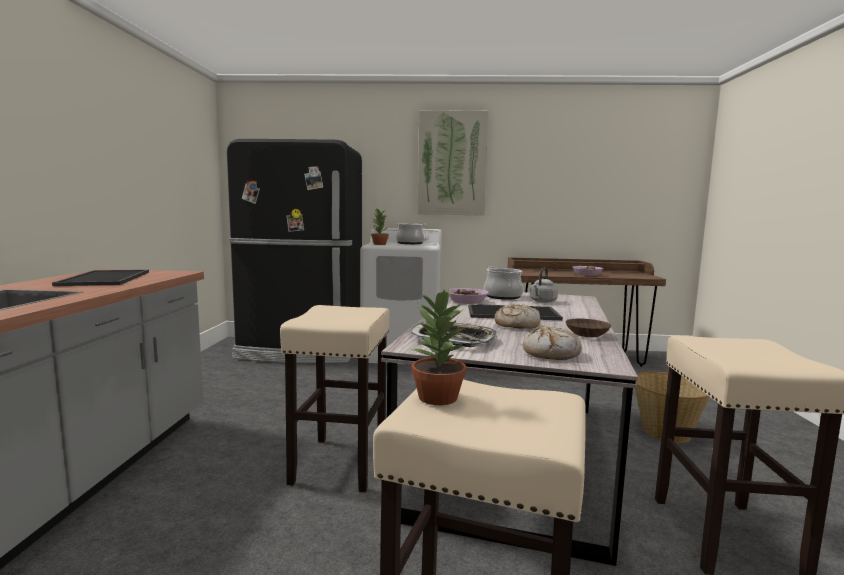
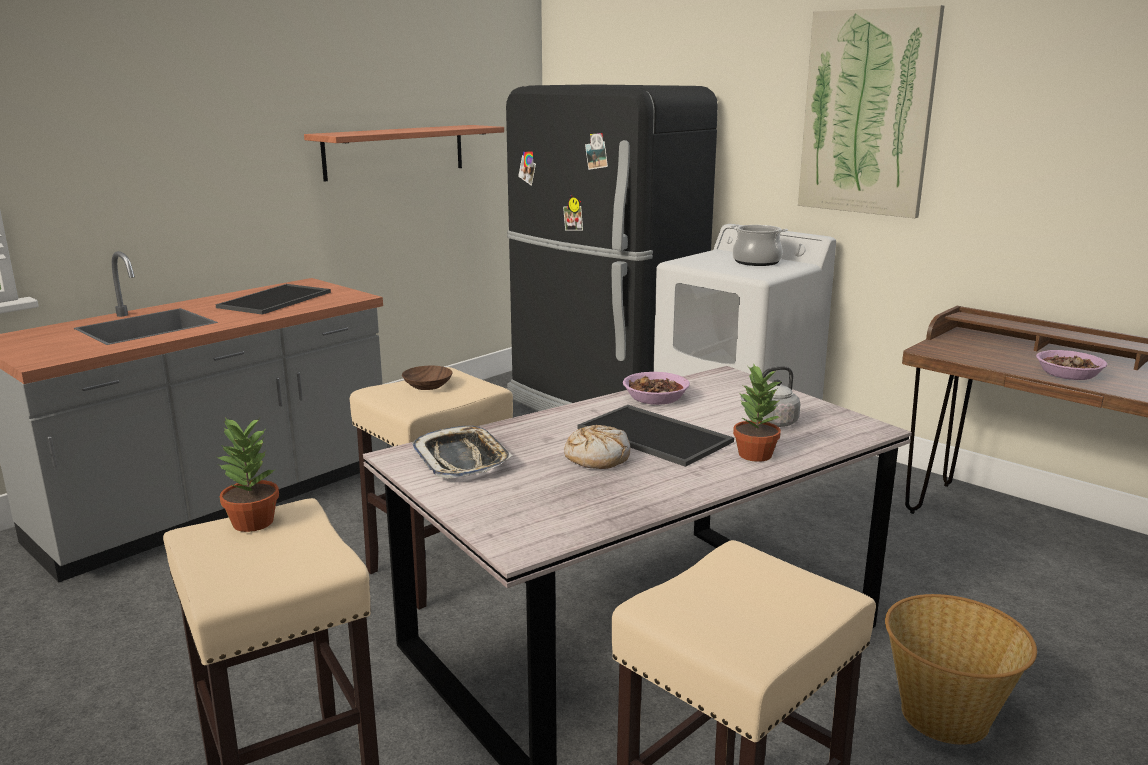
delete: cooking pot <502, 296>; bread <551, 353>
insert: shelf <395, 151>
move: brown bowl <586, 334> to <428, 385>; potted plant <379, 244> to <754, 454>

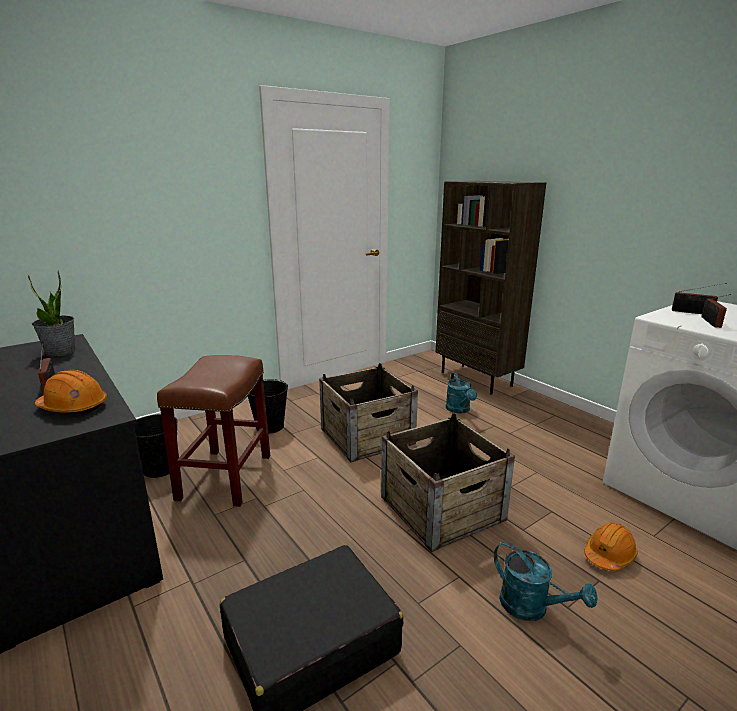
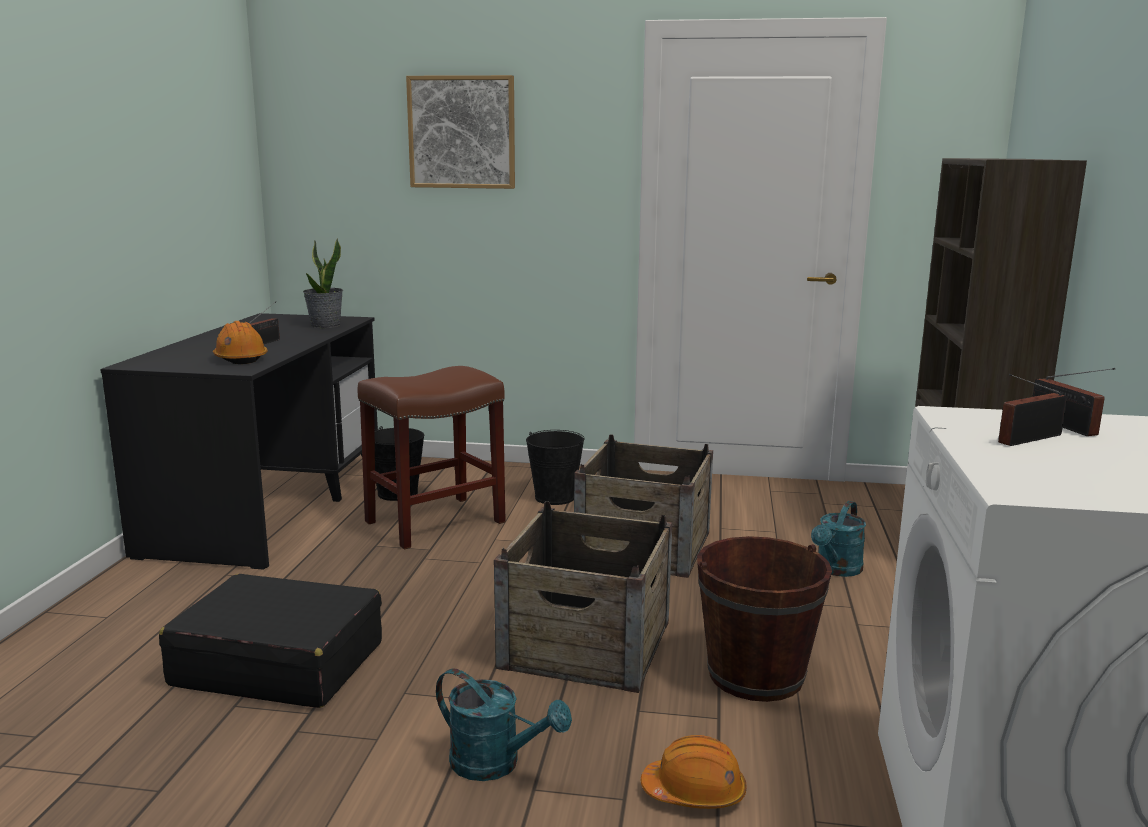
insert: picture <462, 132>; brown bucket <756, 675>
rotate: turquoise watering can <532, 608> = <496, 764> 60 degrees counterclockwise

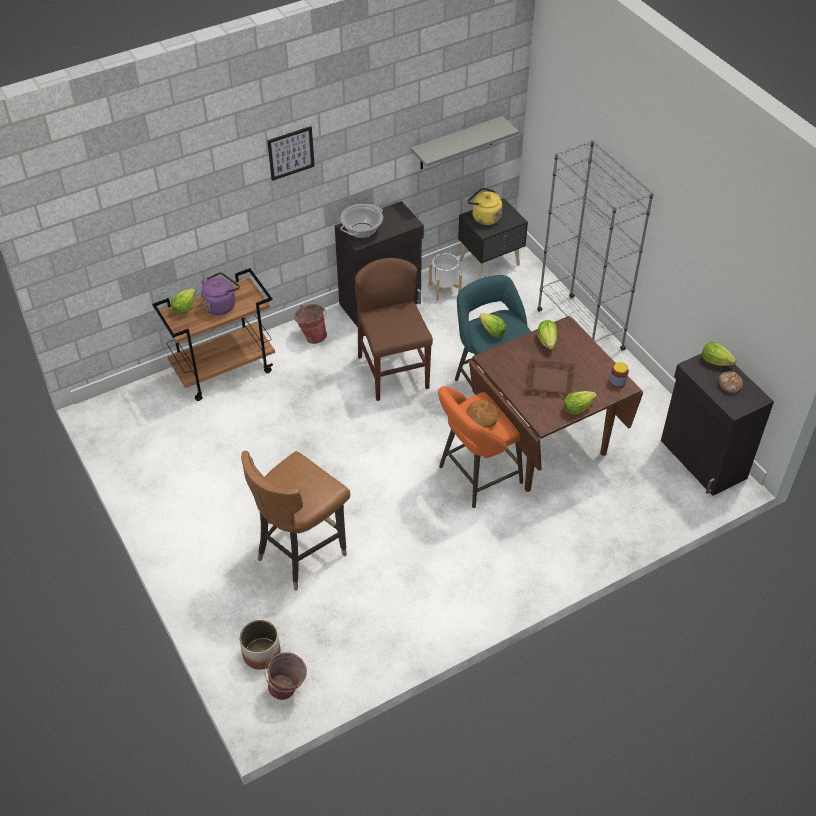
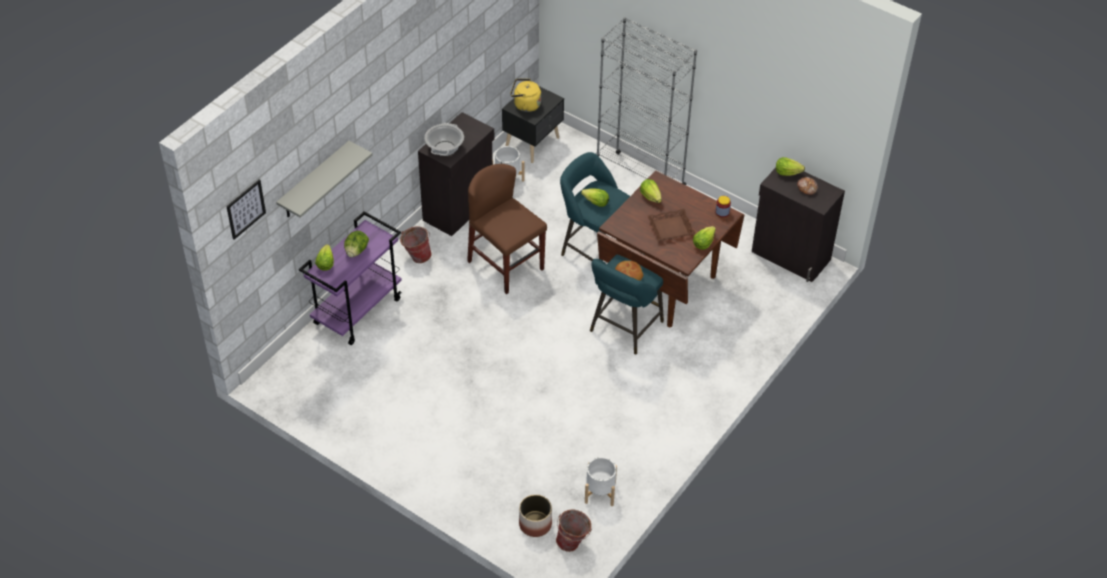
delete: brown chair <301, 553>
insert: white planter <600, 493>
move: picture <291, 153> to <245, 209>; grey shelf <456, 143> to <314, 181>
replace: purple kettle <221, 305> to lettuce <356, 251>
recolor: brown cart <224, 370> to purple cart <357, 311>; orange stool <476, 477> to turquoise stool <624, 329>

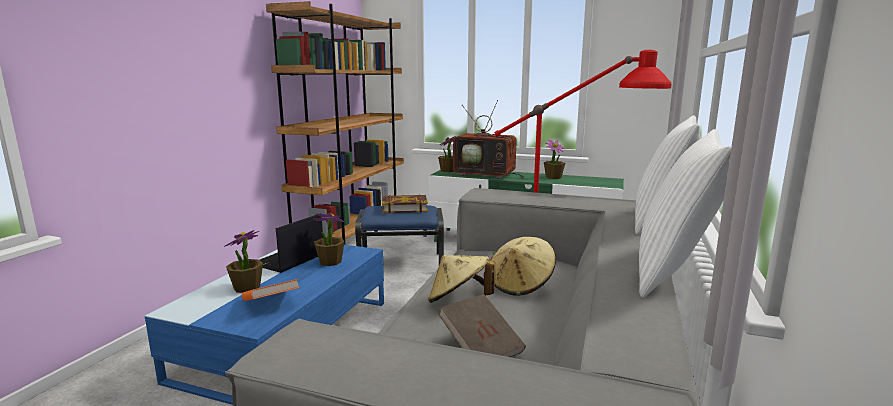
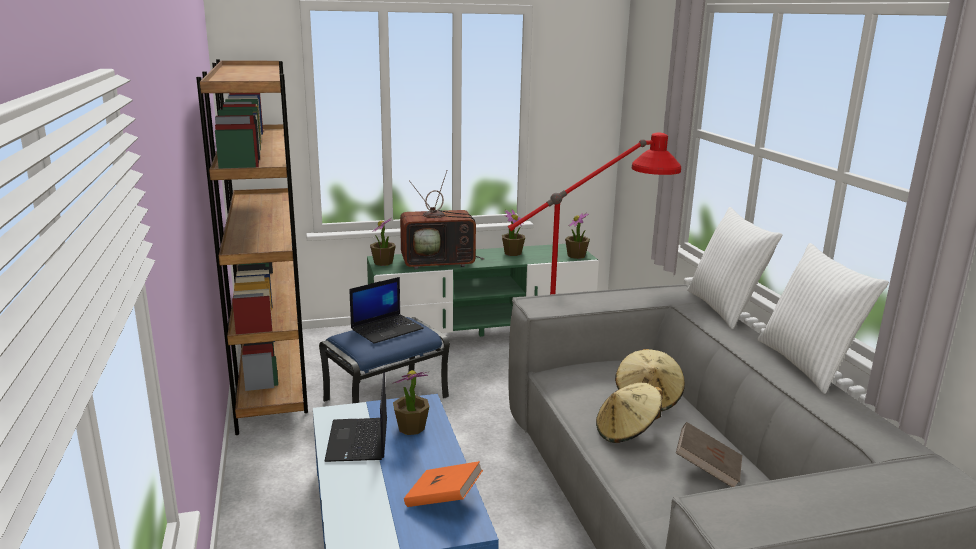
move: potted plant <247, 288> to <576, 256>
replace: book <405, 208> to laptop <387, 329>

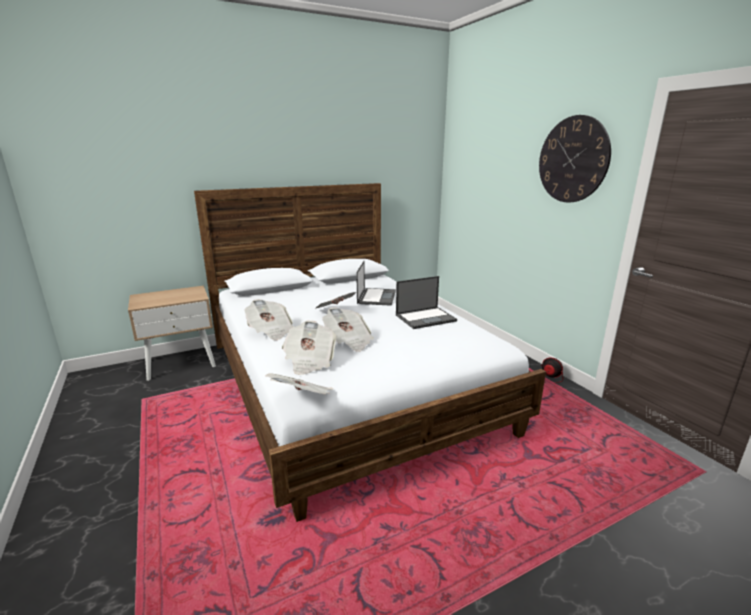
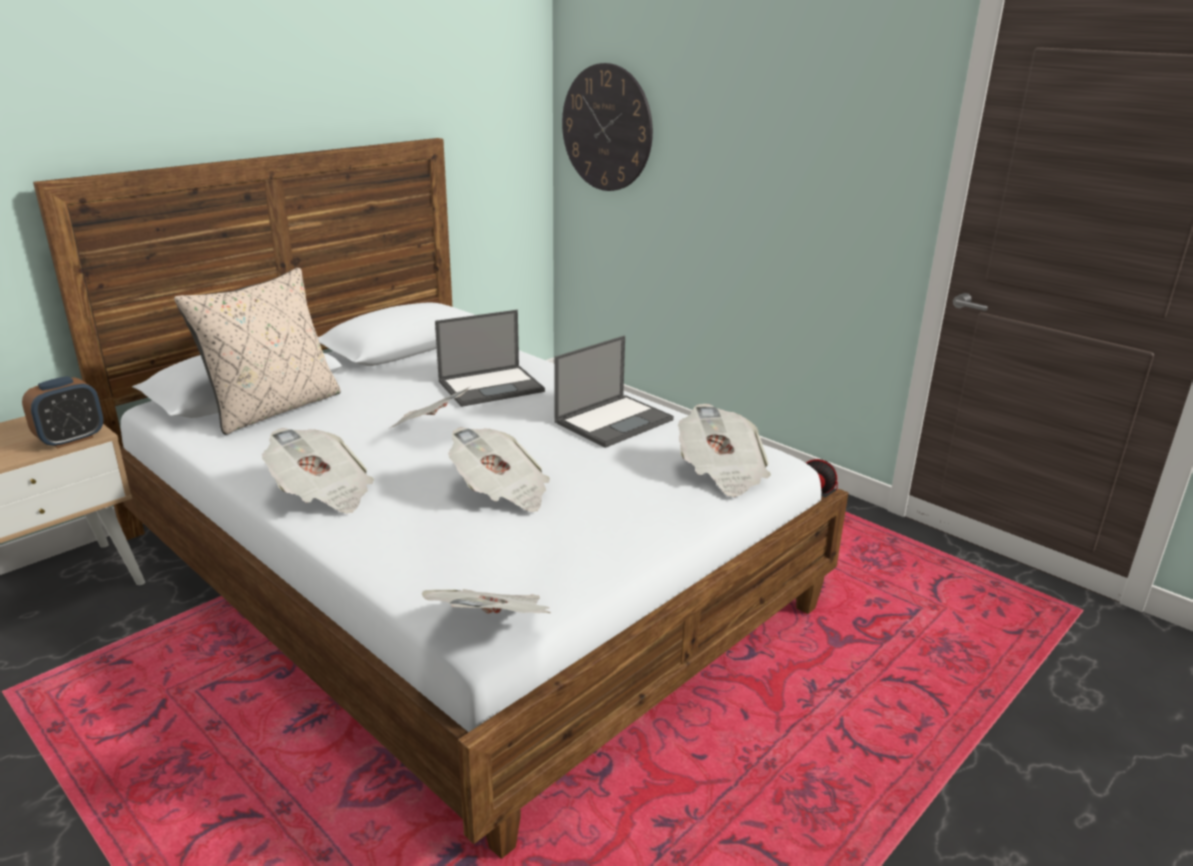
insert: alarm clock <71, 439>; beige pillow <274, 409>
move: wall clock <573, 160> to <606, 128>; newspaper <309, 361> to <722, 473>
rotate: laptop <376, 297> = <492, 386> 75 degrees clockwise

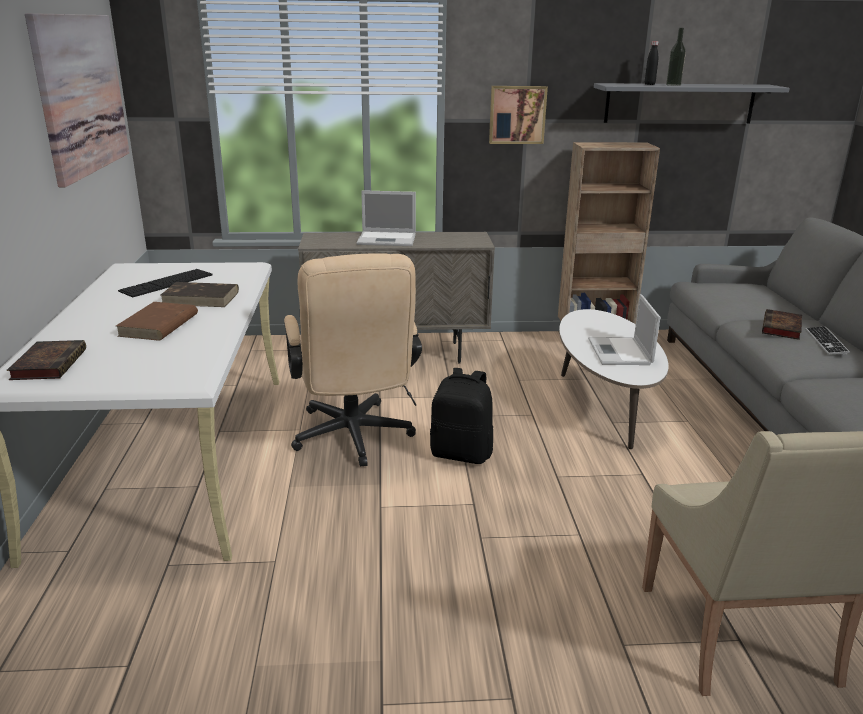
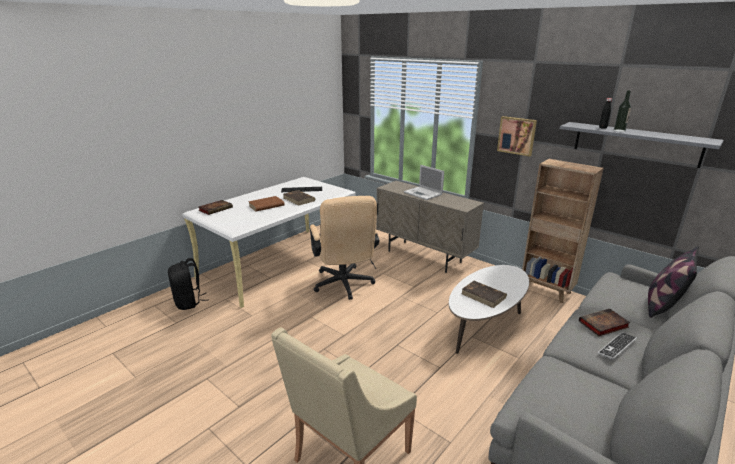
delete: picture <81, 94>
insert: pillow <663, 305>
move: black backpack <462, 453> to <189, 302>
replace: laptop <620, 352> to brown book <483, 295>
rotate: beige office chair <353, 439> = <344, 286> 45 degrees counterclockwise

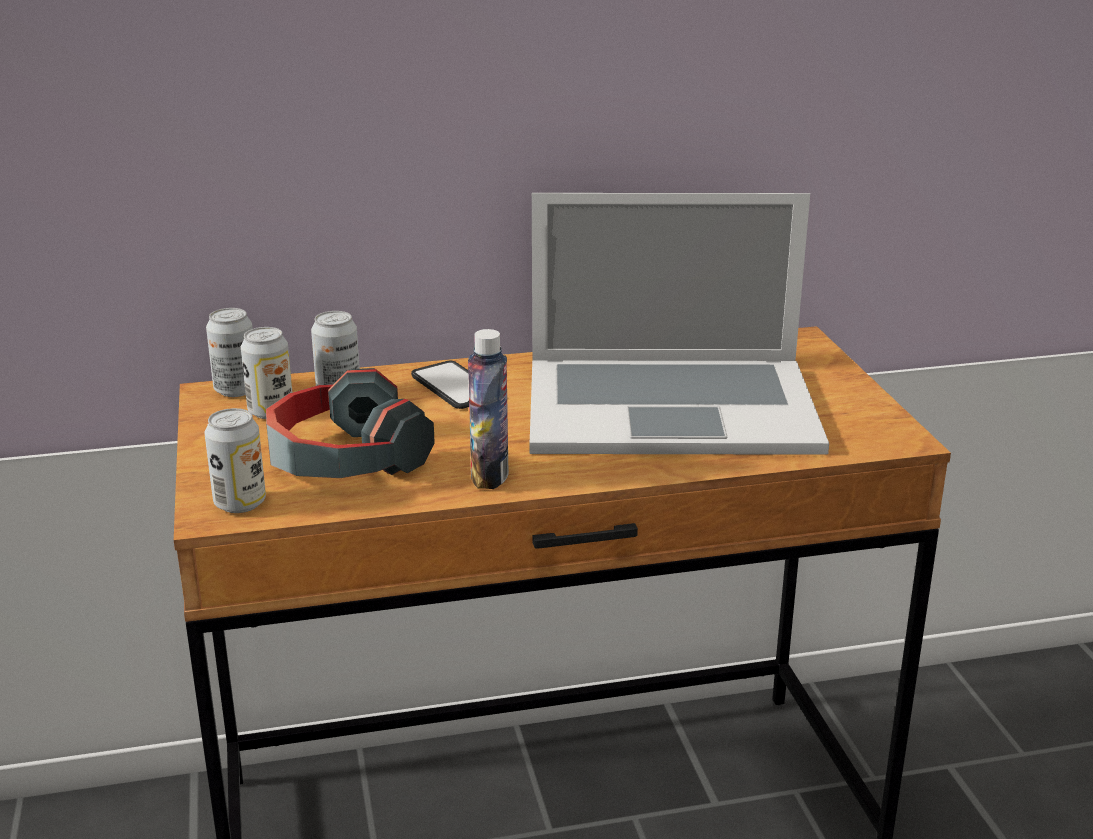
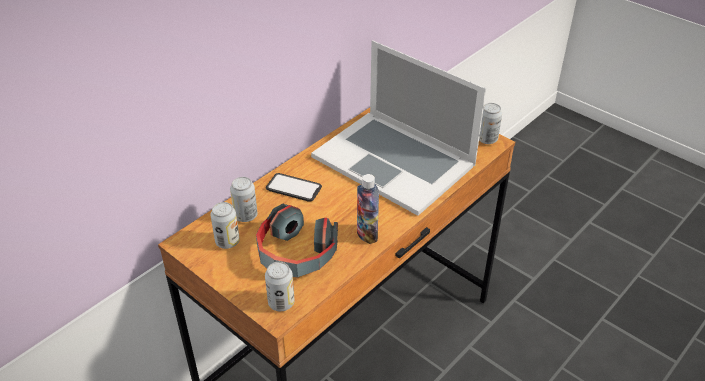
move: can <236, 390> to <487, 139>
rotate: laptop <670, 406> = <394, 160> 75 degrees clockwise

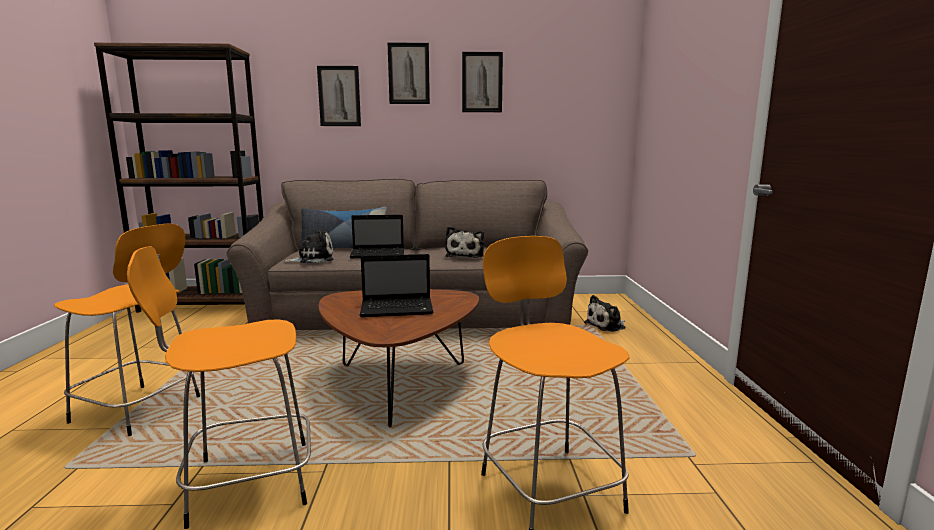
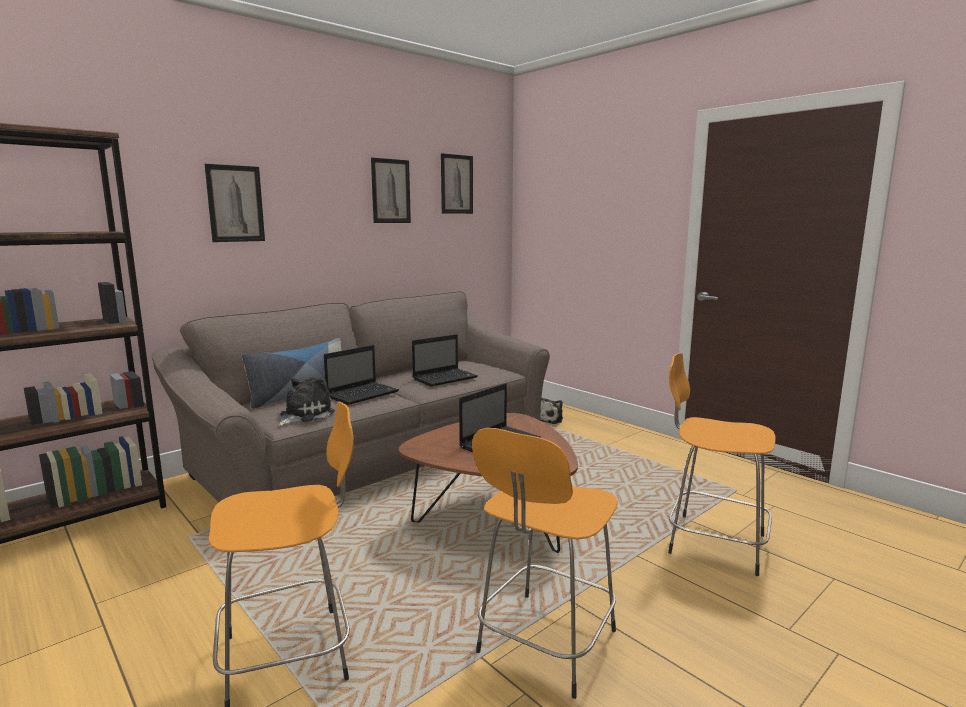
move: picture <408, 73> to <456, 184>
replace: plush toy <466, 255> to laptop <446, 378>

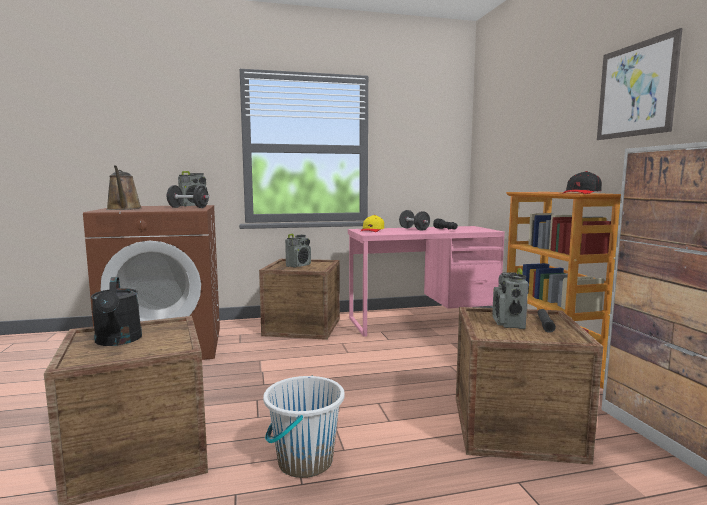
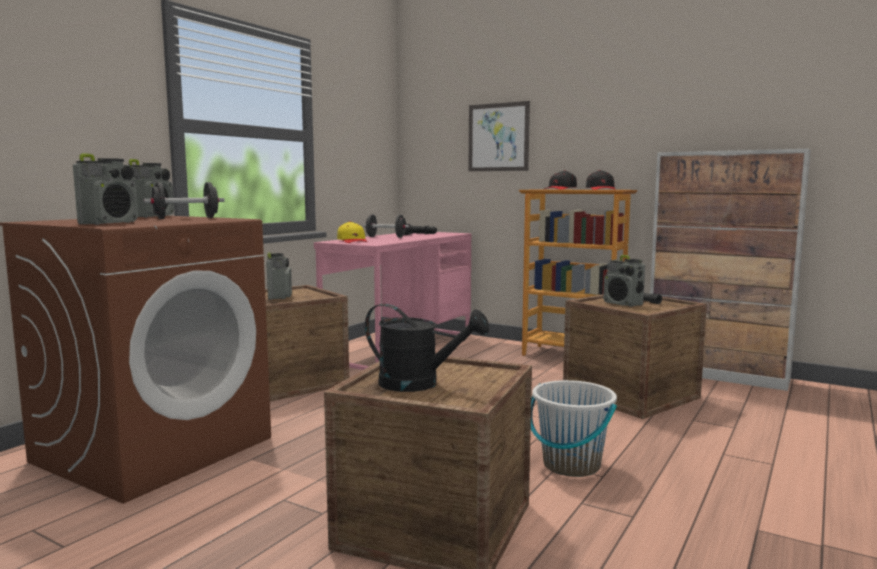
insert: black cap <560, 189>
move: picture <635, 90> to <498, 137>
replace: brown watering can <124, 209> to radio <110, 223>

